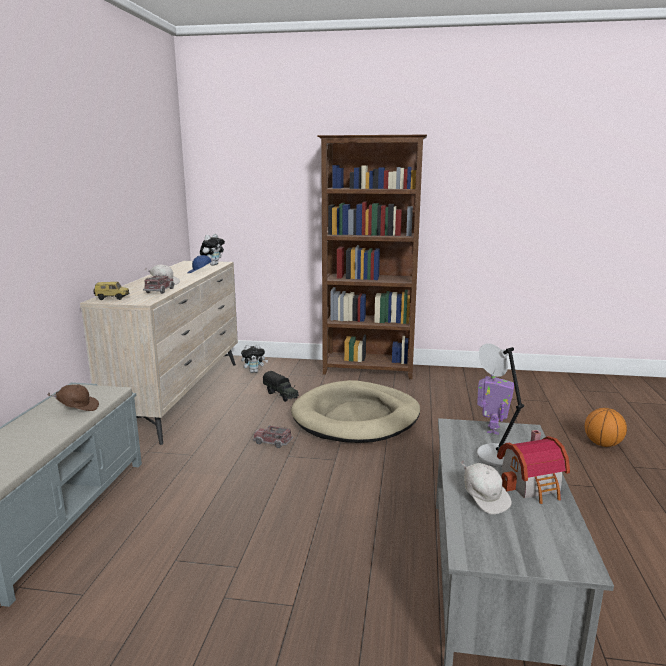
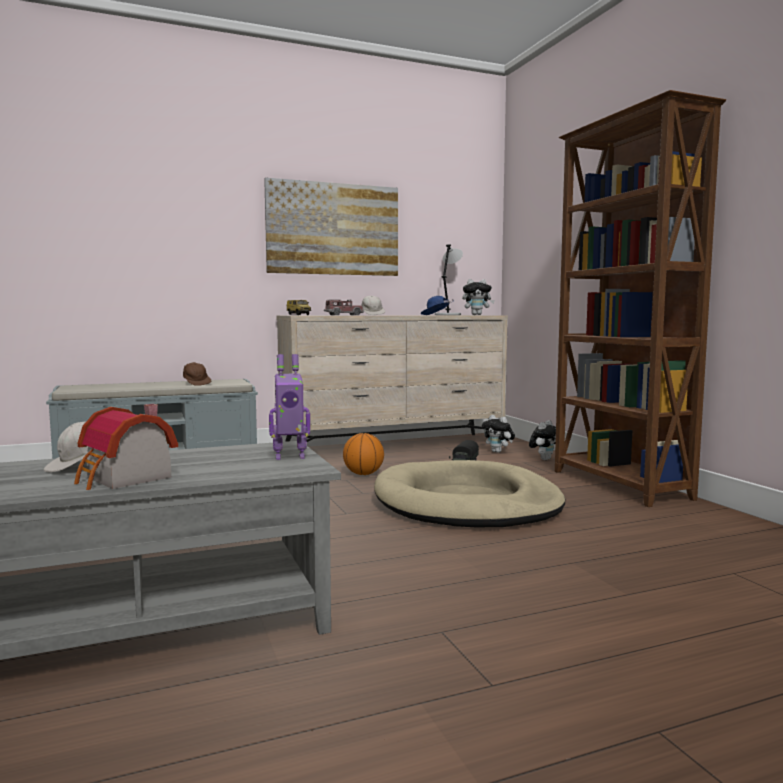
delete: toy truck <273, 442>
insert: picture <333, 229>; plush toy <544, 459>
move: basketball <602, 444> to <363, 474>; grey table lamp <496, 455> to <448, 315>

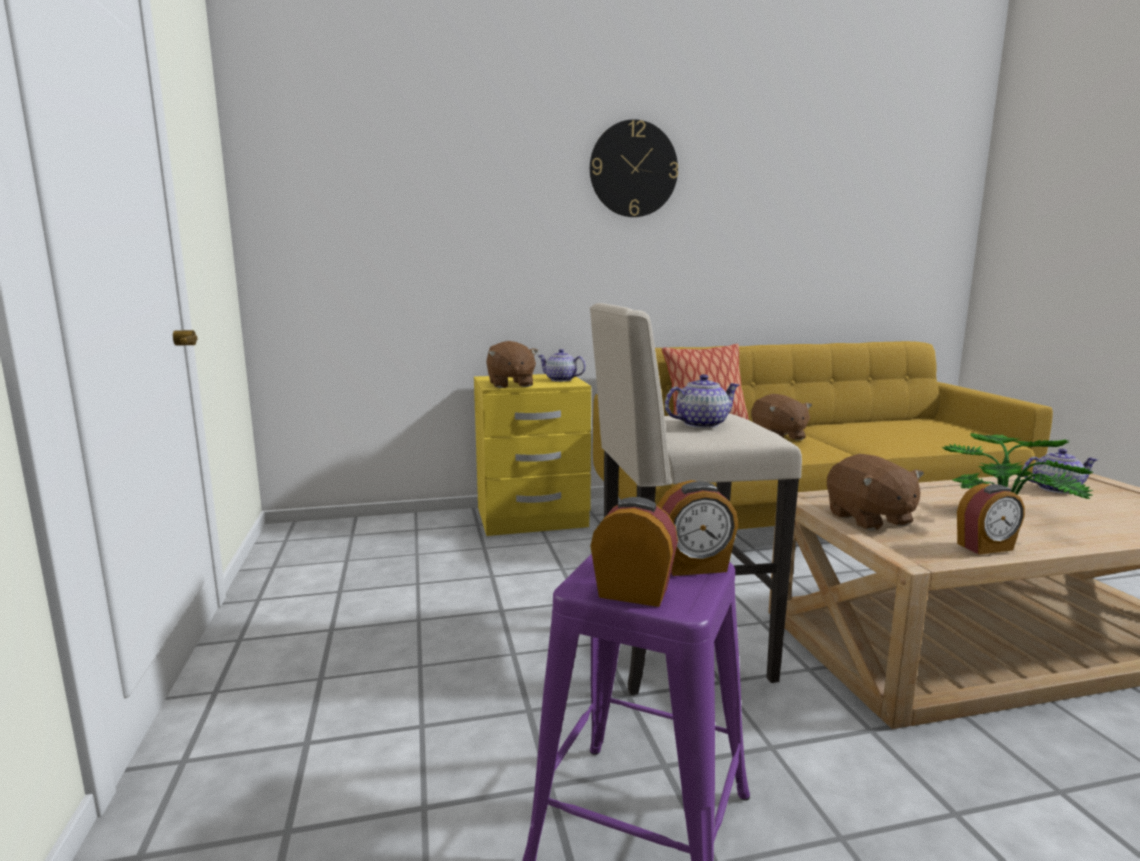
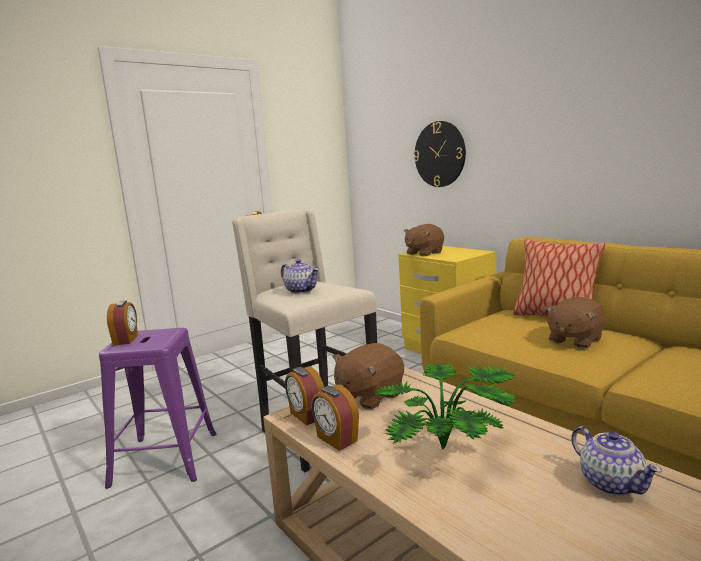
delete: teapot <561, 380>
move: alarm clock <694, 567> to <306, 416>; wall clock <633, 169> to <439, 154>

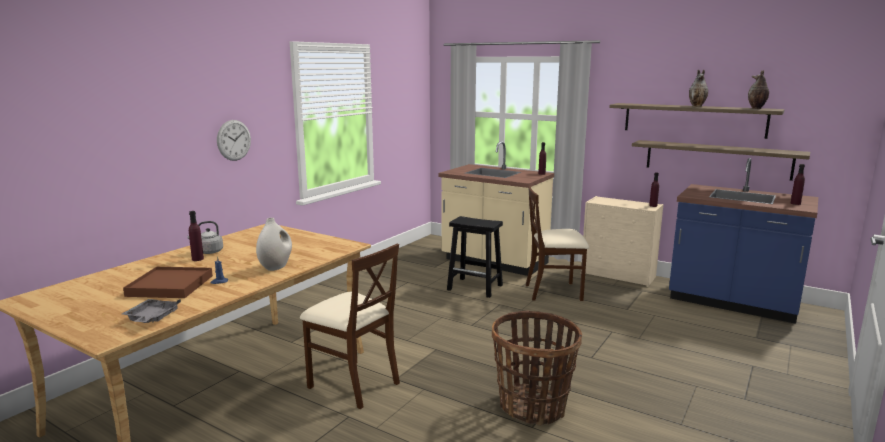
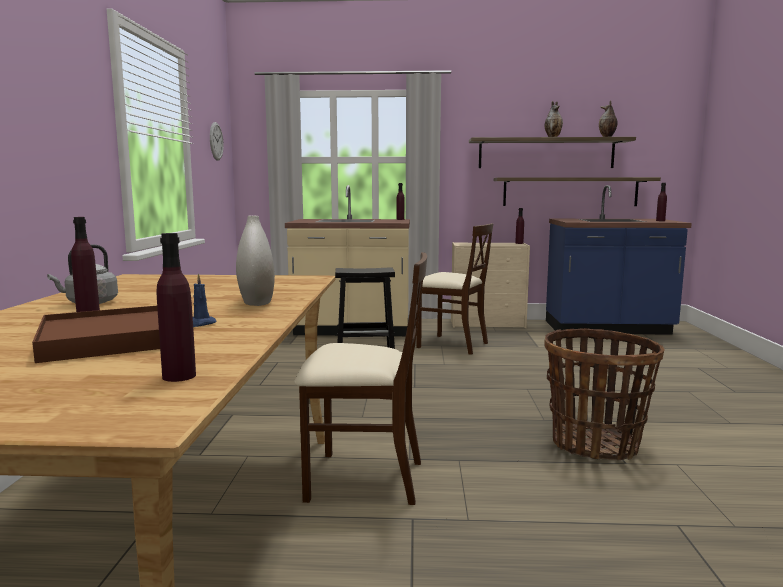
move: wall clock <234, 140> to <216, 141>
replace: grey tray <152, 318> to purple bottle <179, 376>
rotate: beige chair <554, 292> = <452, 344> 120 degrees counterclockwise

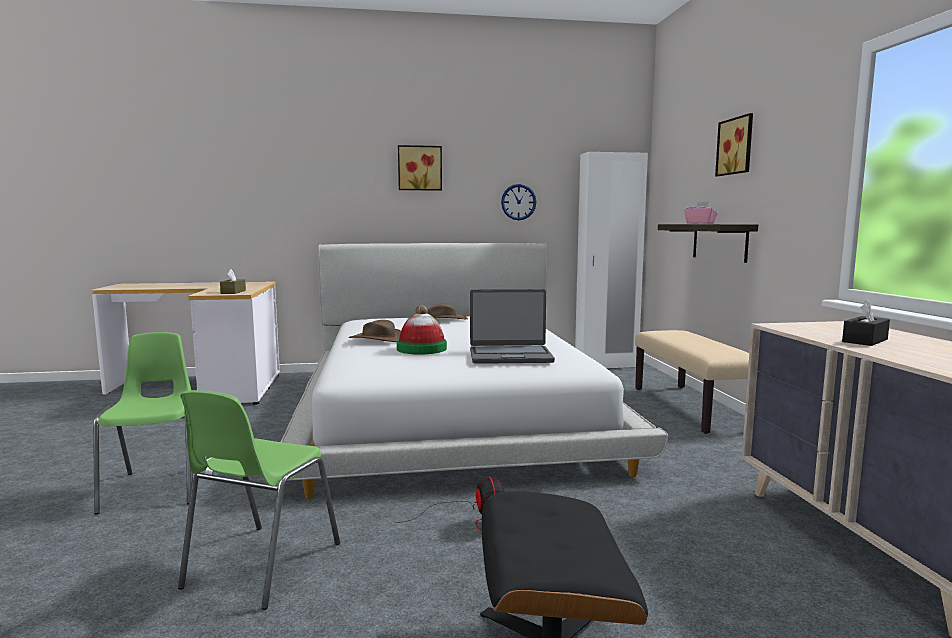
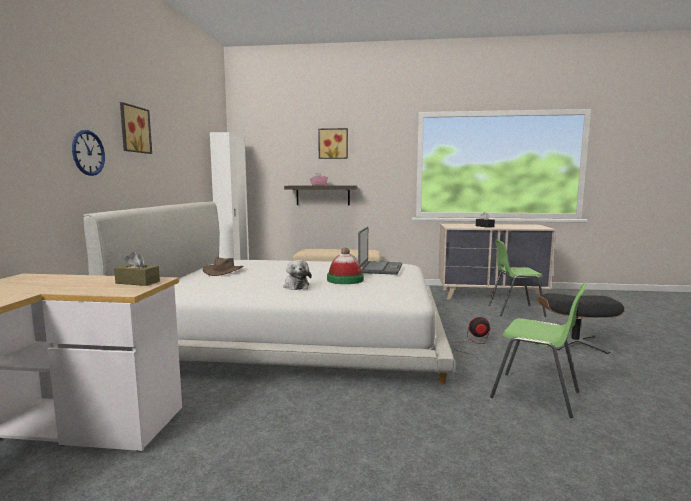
move: wall clock <518, 202> to <88, 153>; green chair <157, 488> to <515, 310>
replace: brown hat <378, 339> to plush toy <295, 286>

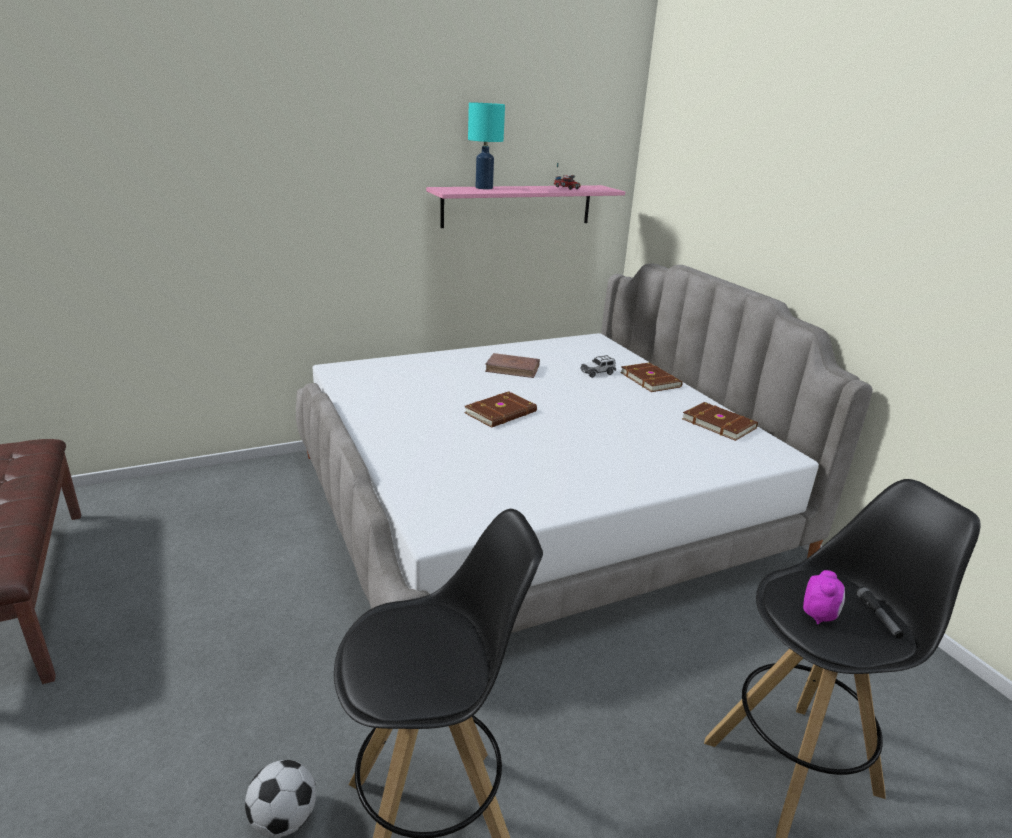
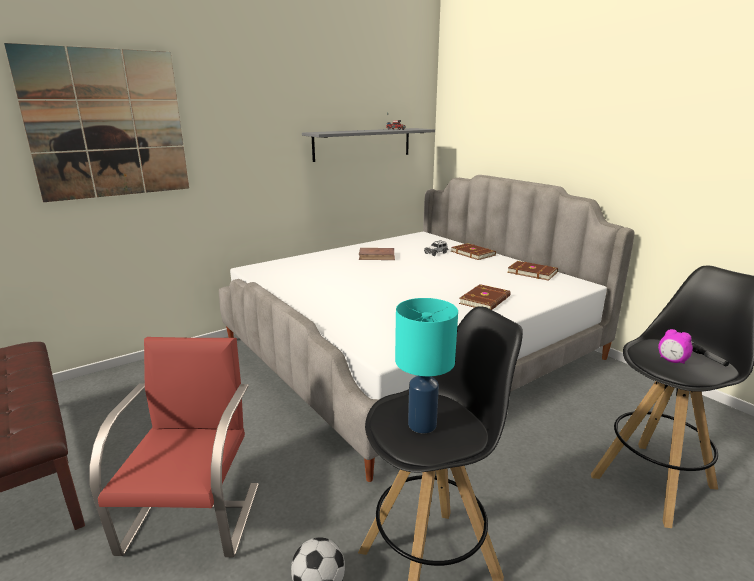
insert: picture <108, 125>; red chair <194, 516>
move: turquoise table lamp <484, 188> to <422, 425>; brown book <501, 413> to <486, 300>
recolor: pink shelf <518, 205> to grey shelf <363, 144>
rotate: alarm clock <818, 615> = <672, 361> 120 degrees clockwise

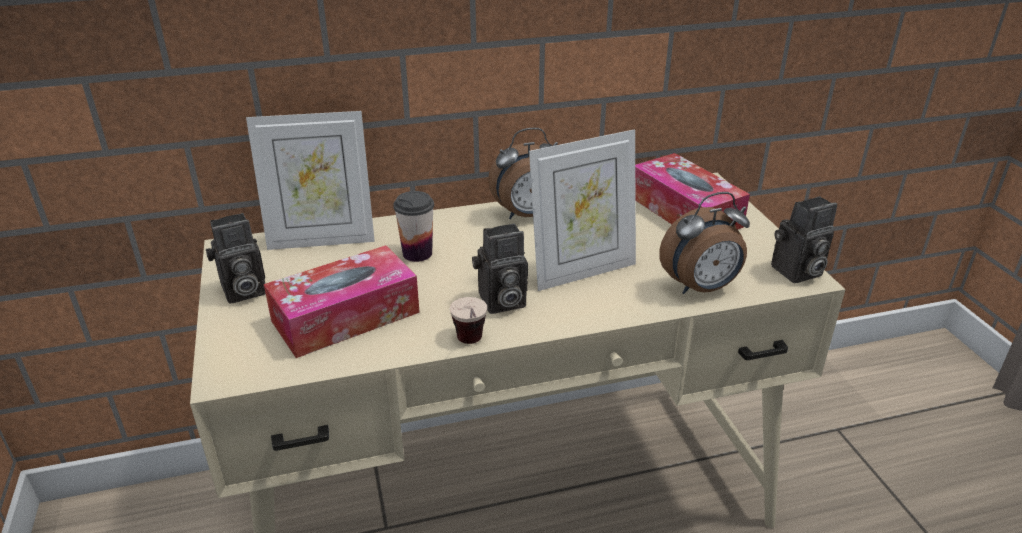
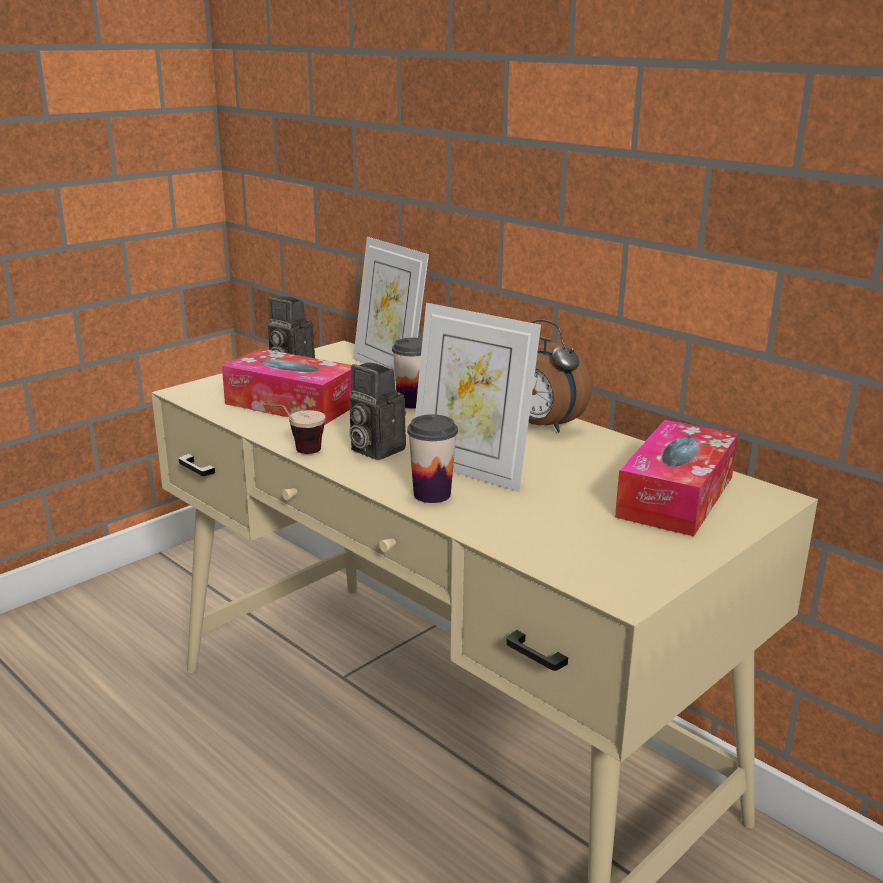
delete: alarm clock <701, 288>; photo camera <796, 272>
insert: cup <432, 494>

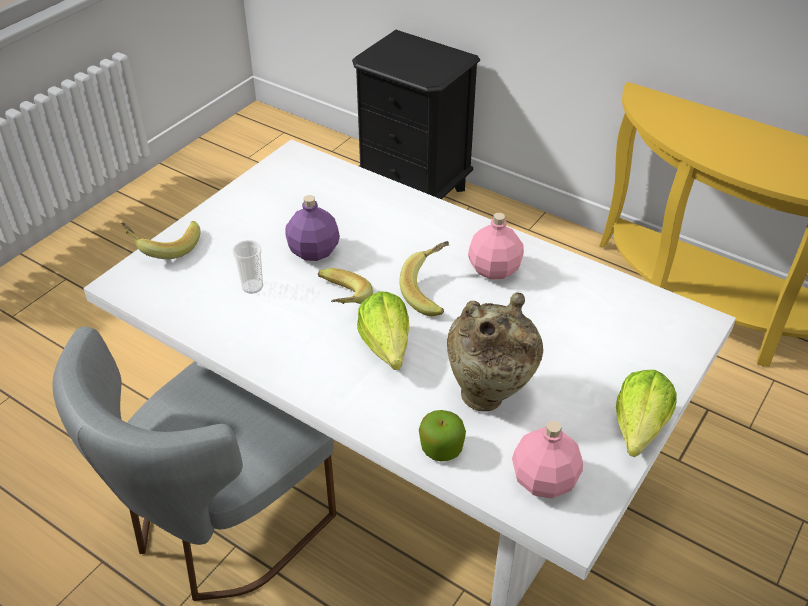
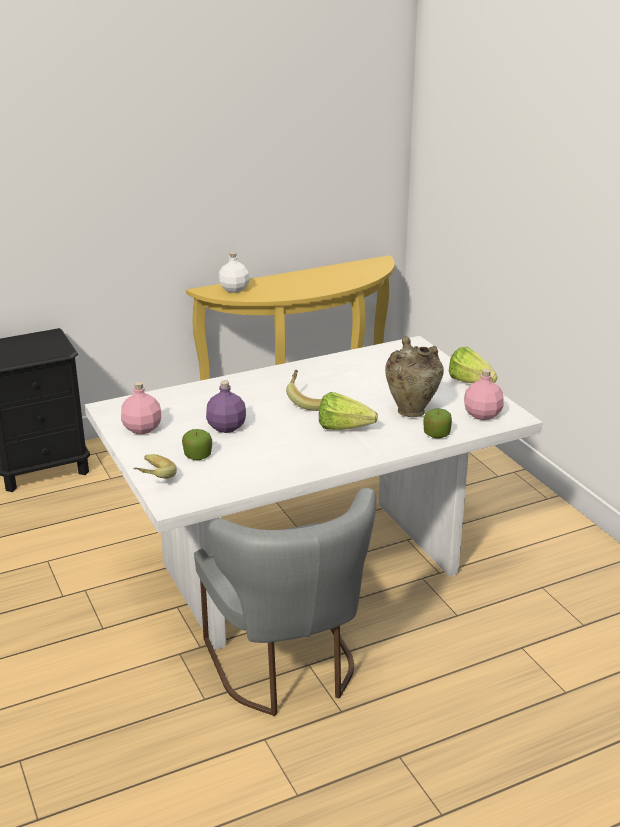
delete: cup <252, 286>; banana <339, 302>
insert: apple <197, 455>; white bottle <233, 289>
move: pink bottle <495, 270> to <143, 428>

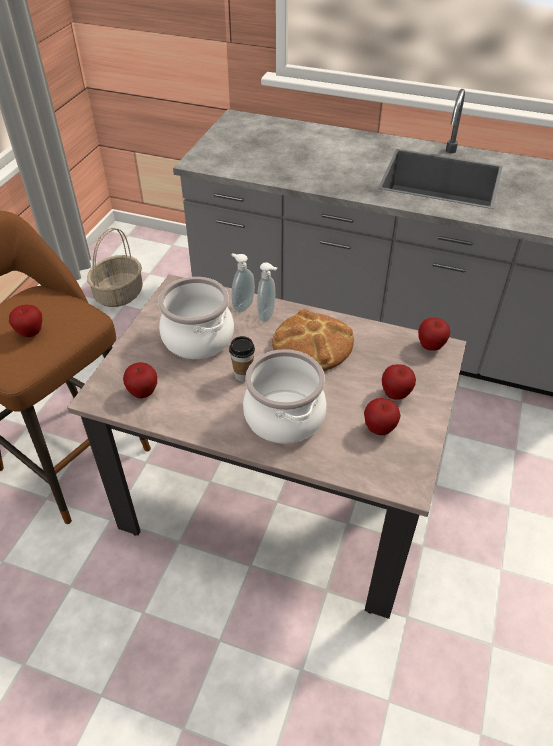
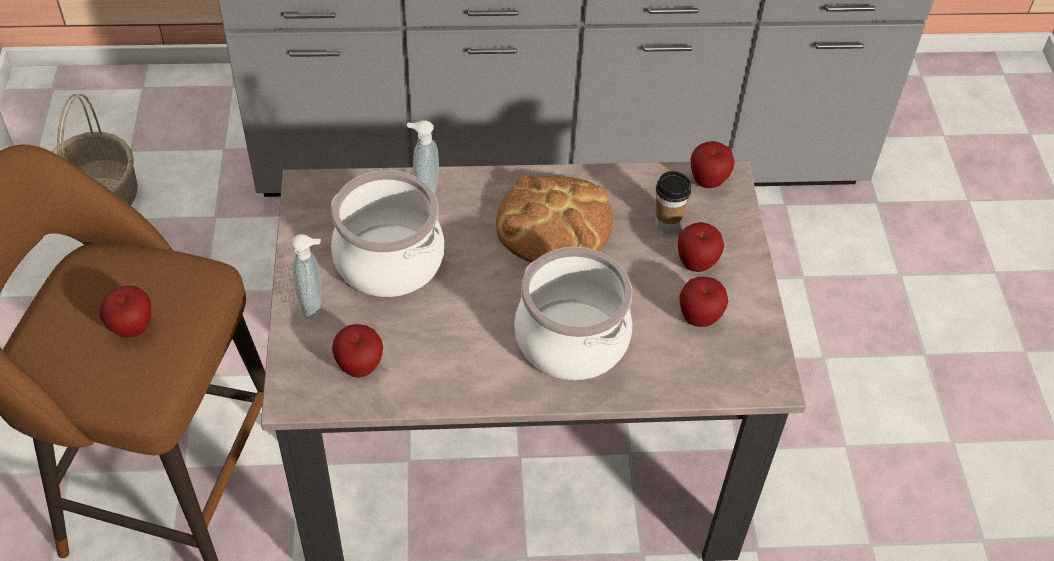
move: soap dispenser <268, 315> to <314, 305>; cup <243, 375> to <667, 224>

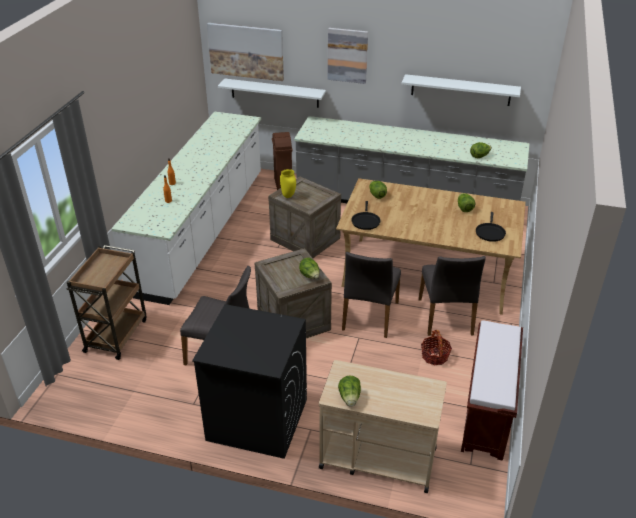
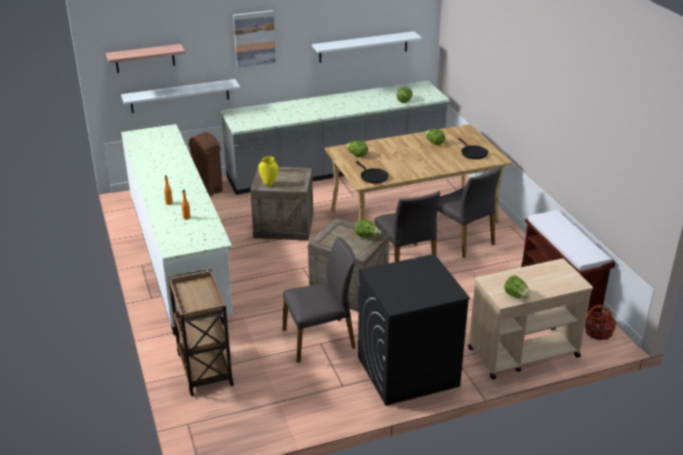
move: basket <435, 356> to <598, 332>
replace: picture <246, 51> to shelf <145, 58>

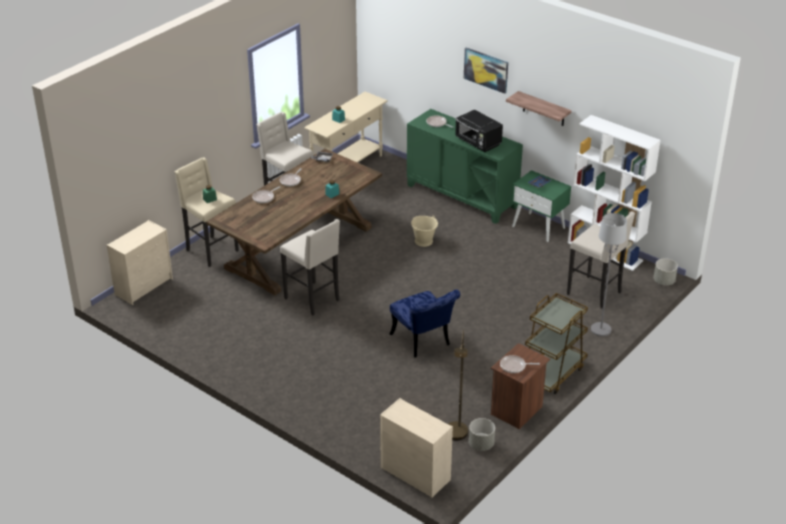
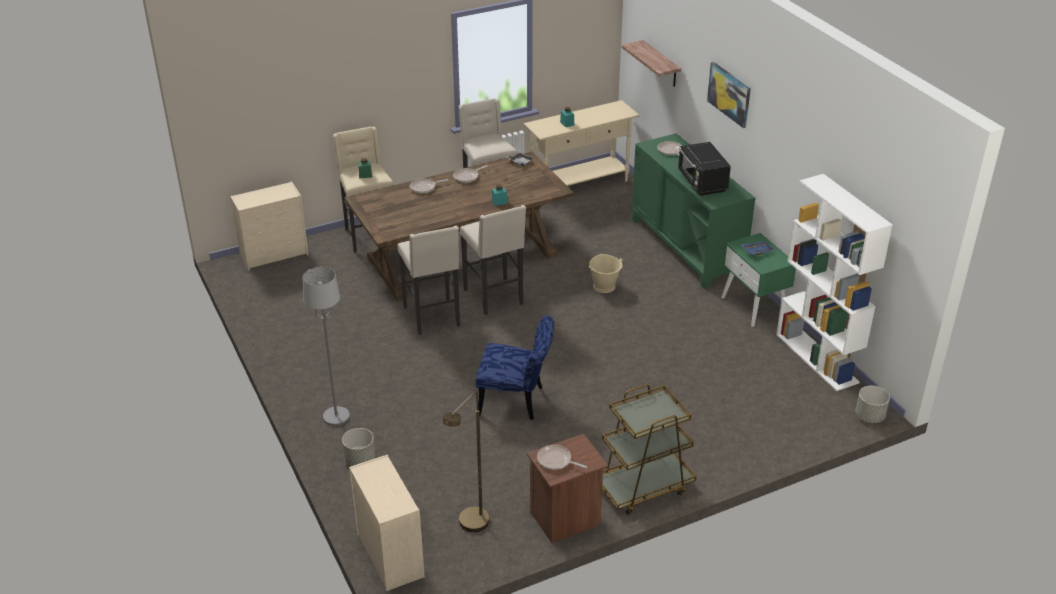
move: grey floor lamp <600, 330> to <336, 417>; grey planter <481, 444> to <359, 460>; beige stool <595, 293> to <495, 297>; shelf <543, 109> to <661, 64>
rotate: blue chair <423, 342> = <516, 402> 75 degrees counterclockwise

